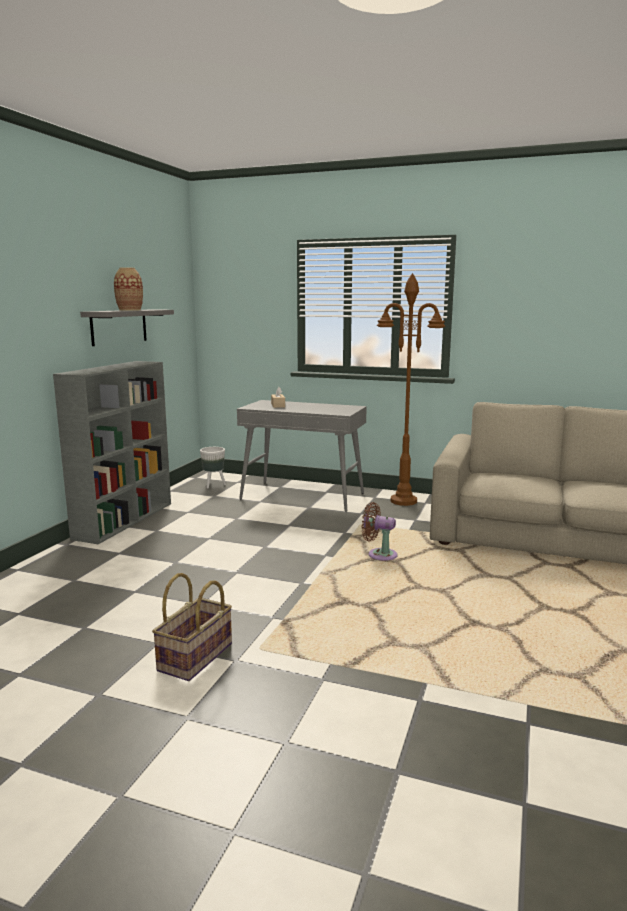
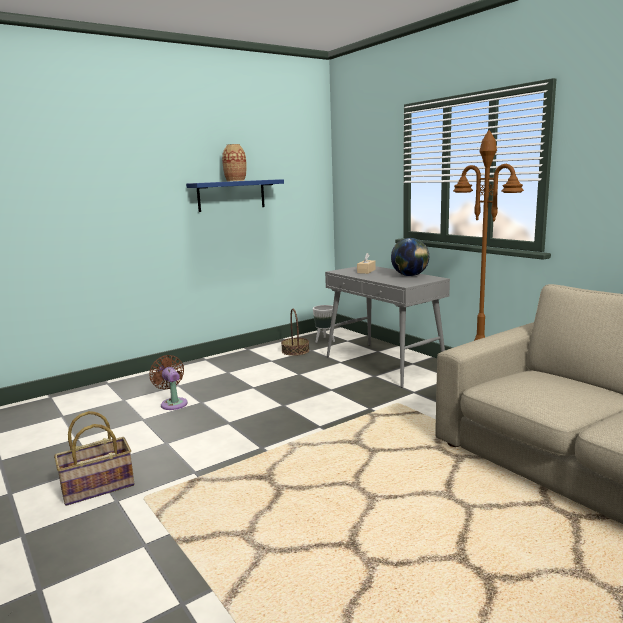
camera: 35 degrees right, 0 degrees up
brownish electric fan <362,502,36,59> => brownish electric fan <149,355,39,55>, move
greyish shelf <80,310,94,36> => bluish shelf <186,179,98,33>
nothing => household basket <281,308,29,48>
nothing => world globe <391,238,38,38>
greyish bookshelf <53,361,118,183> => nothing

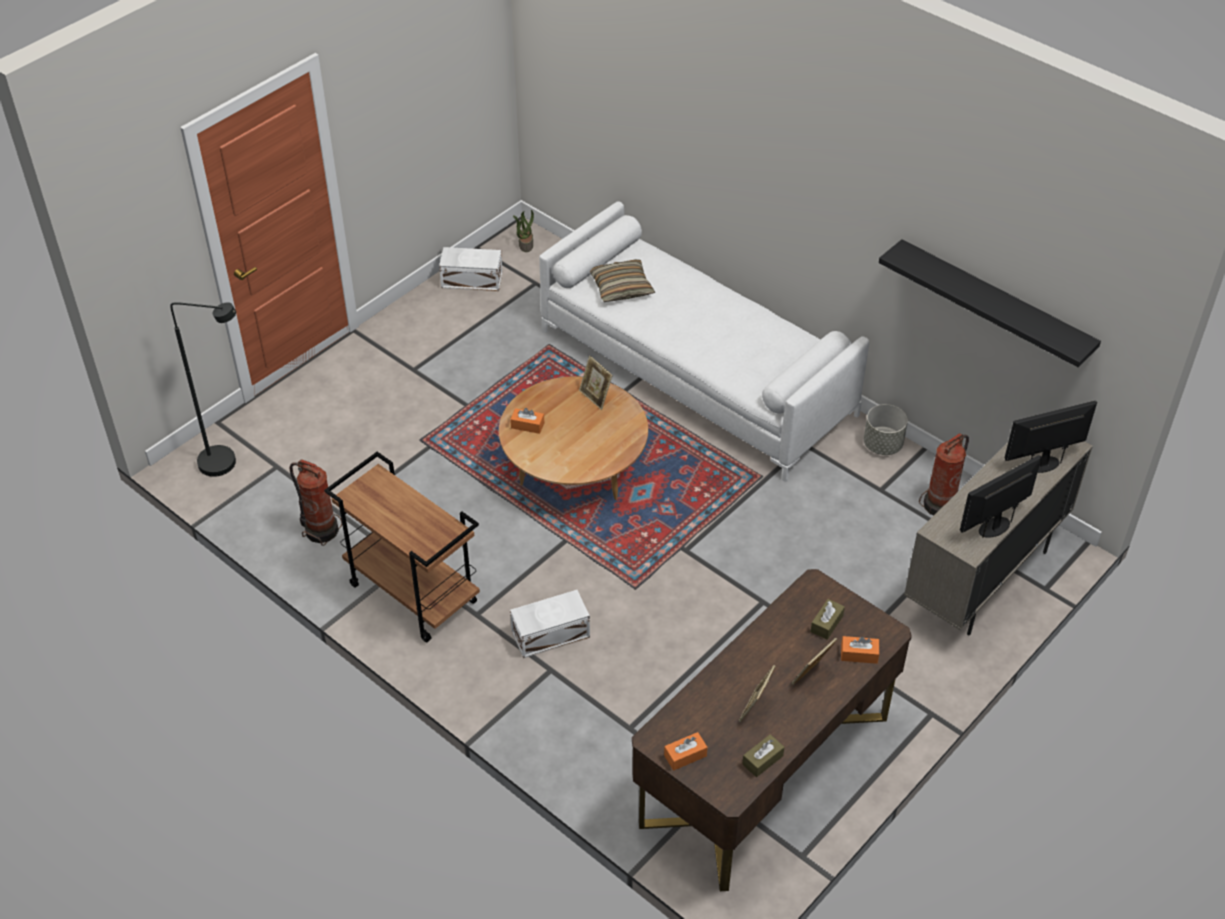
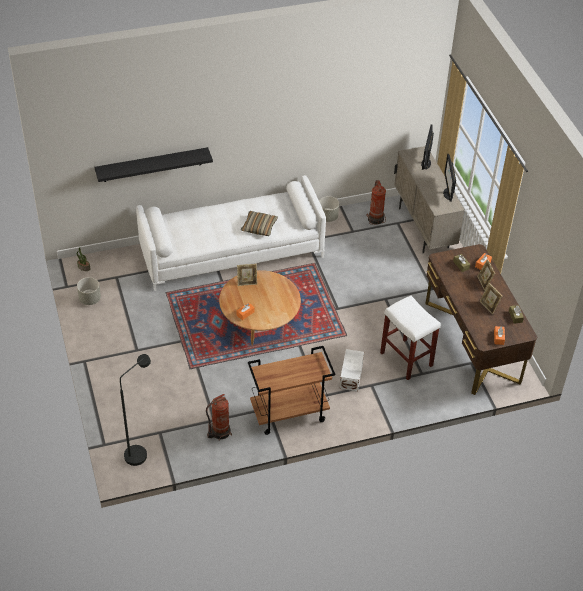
camera: 60 degrees left, 0 degrees up
whitish storage container <439,247,63,44> => greyish flower pot <77,277,24,28>
black-coloured shelf <879,239,222,128> => black-coloured shelf <95,147,118,35>, move
cushion <590,259,66,43> => cushion <241,211,37,25>, move
nothing => whitish stool seat <380,296,61,84>

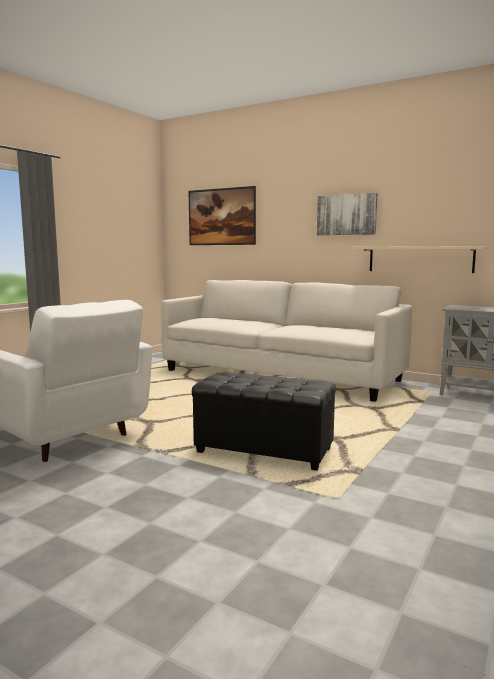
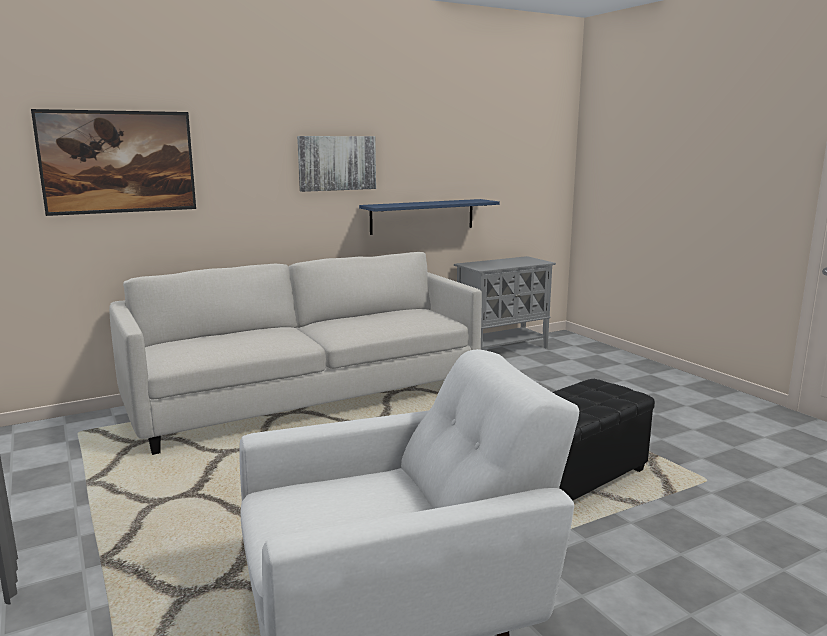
camera: 60 degrees left, 5 degrees up
beige shelf <353,246,134,27> => bluish shelf <359,199,141,36>

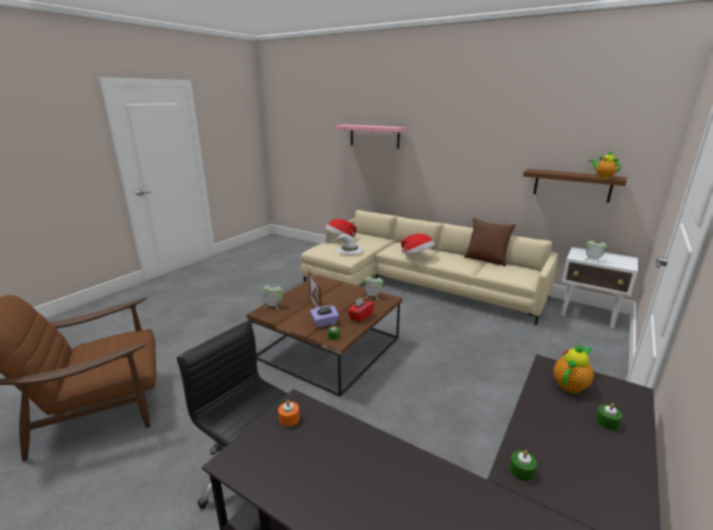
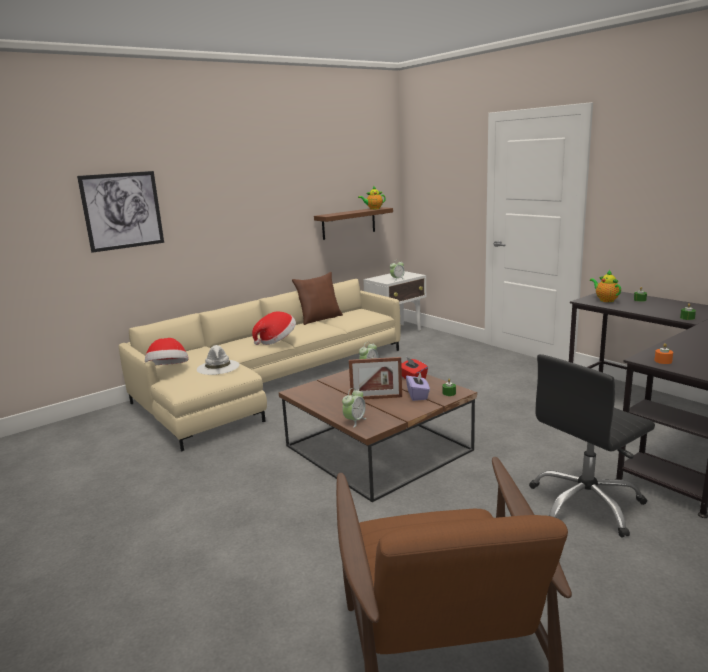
camera: 70 degrees left, 5 degrees down
pink-coloured shelf <336,125,71,24> => wall picture <77,171,87,82>

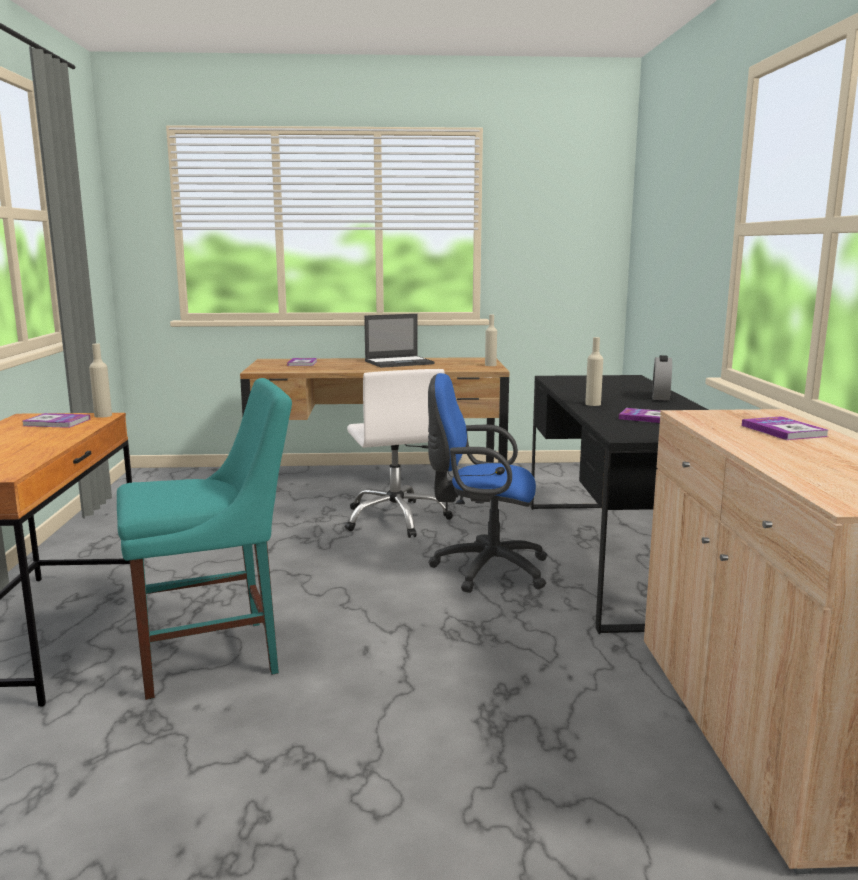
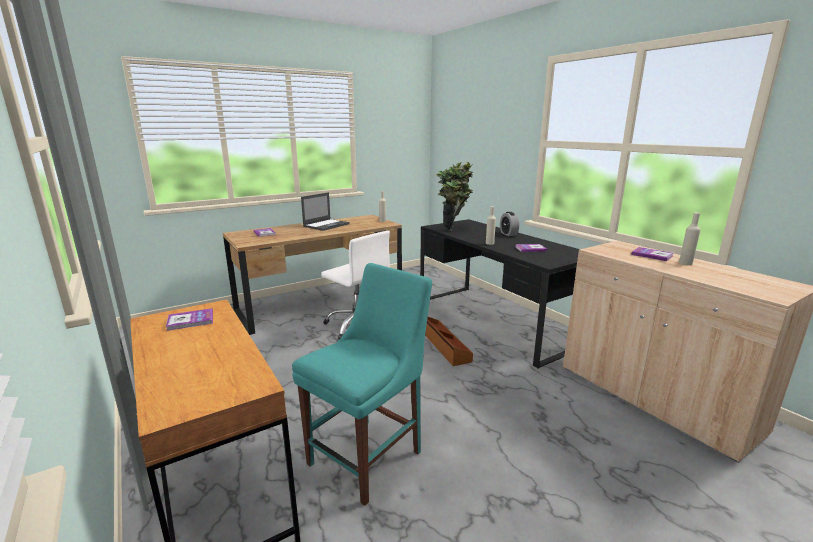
camera: 30 degrees left, 5 degrees up
bluish office chair <428,373,120,220> => brownish storage container <425,317,48,49>
nothing => plant in a pot <437,162,36,69>
beige drink bottle <89,344,23,74> => beige drink bottle <679,213,21,52>, move

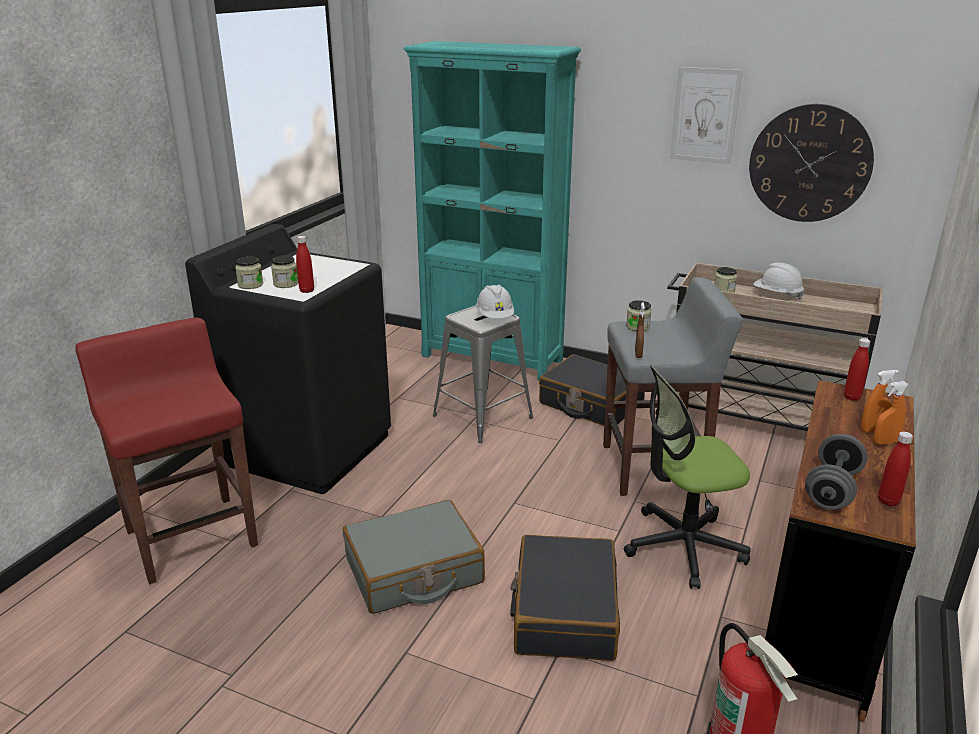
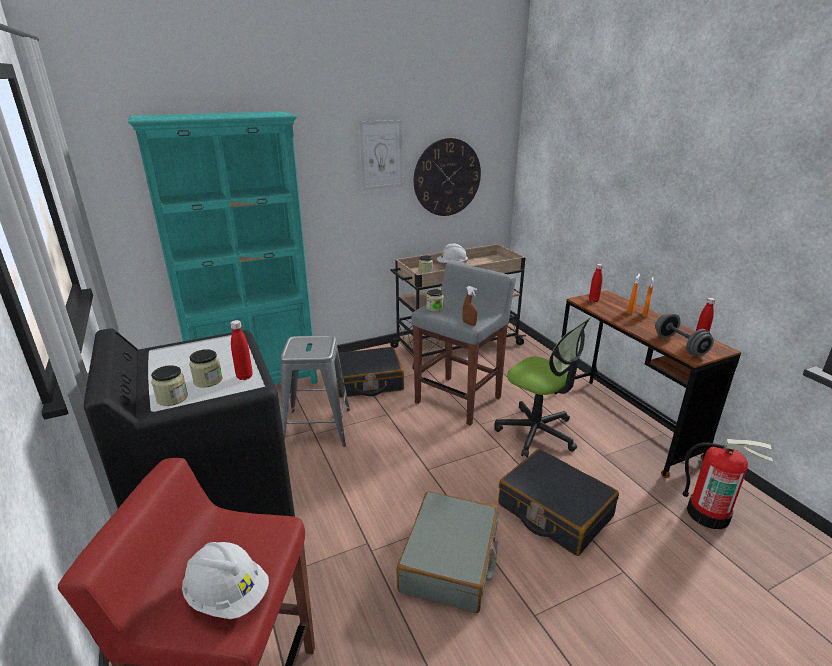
camera: 50 degrees left, 0 degrees up
whitish work helmet <476,285,38,34> => whitish work helmet <182,542,87,77>, move
office chair <624,365,126,224> => office chair <494,317,97,141>, 75 degrees counterclockwise

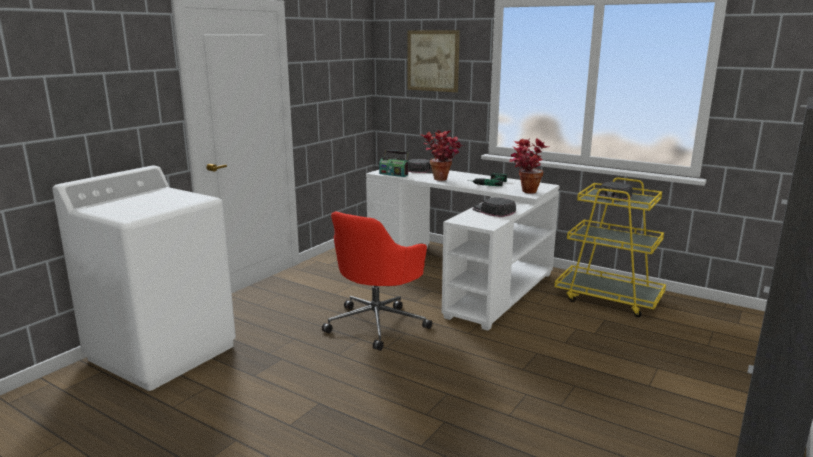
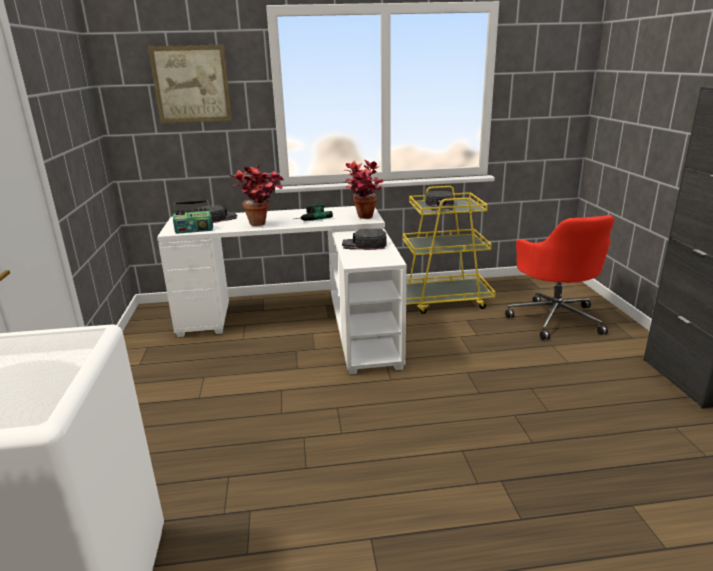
camera: 40 degrees left, 5 degrees up
reddish office chair <322,211,110,140> => reddish office chair <505,215,110,125>, move

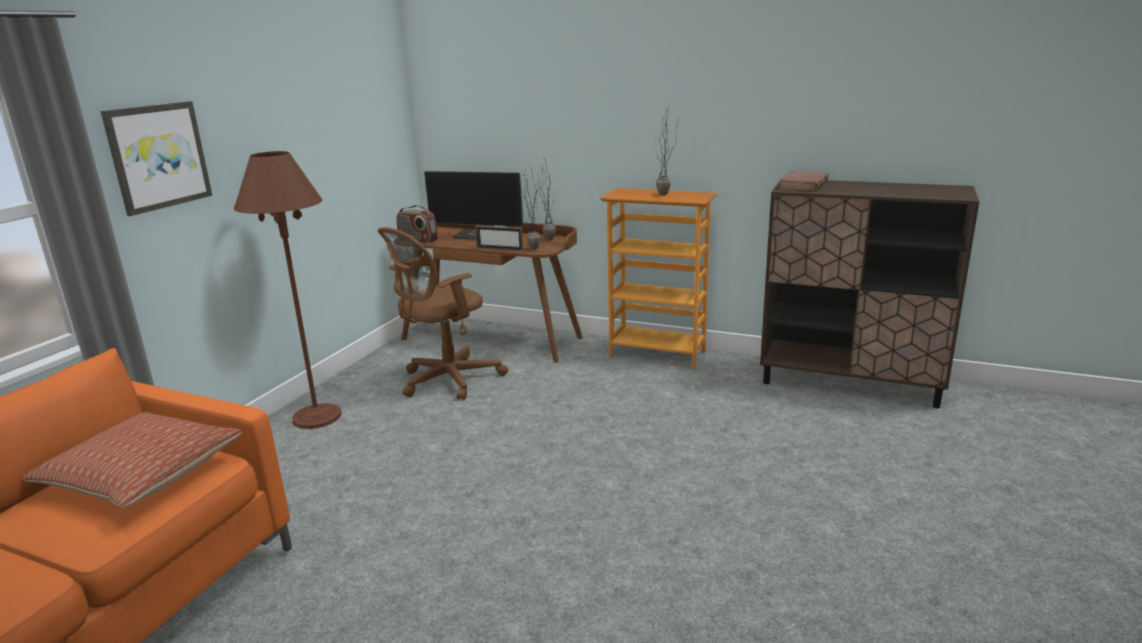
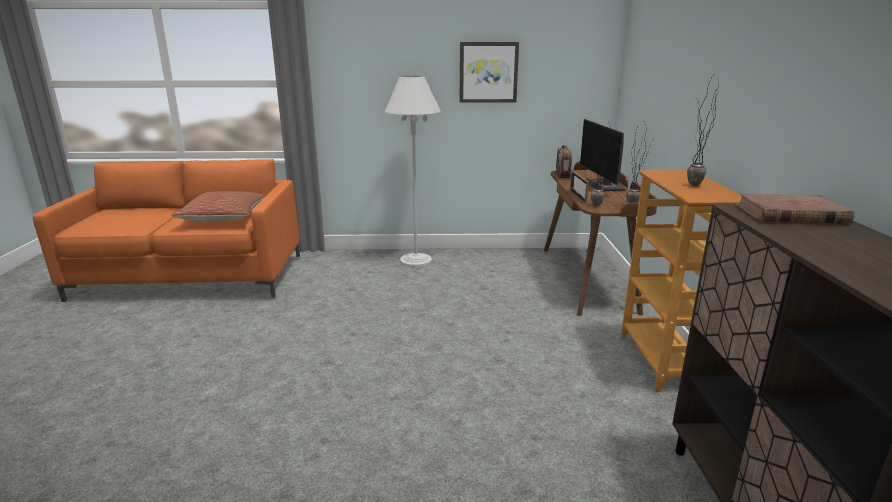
camera: 65 degrees right, 0 degrees up
brownish floor lamp <234,151,108,278> => whitish floor lamp <385,76,56,191>
wall picture <100,101,112,115> => wall picture <460,42,59,61>, move
brownish office chair <378,227,130,173> => nothing

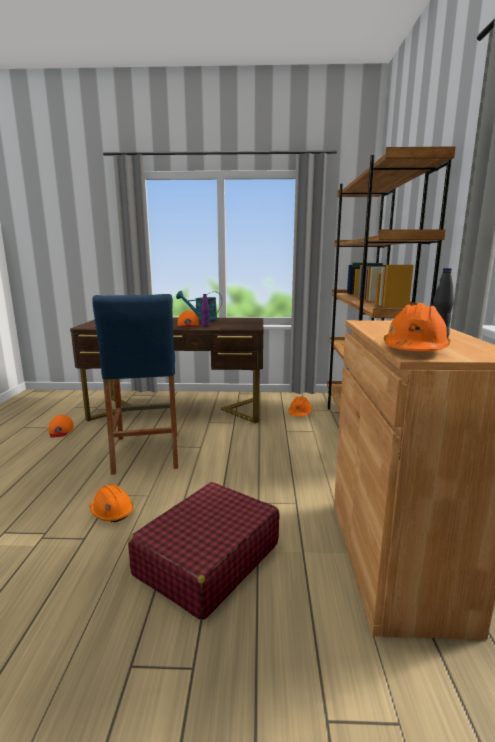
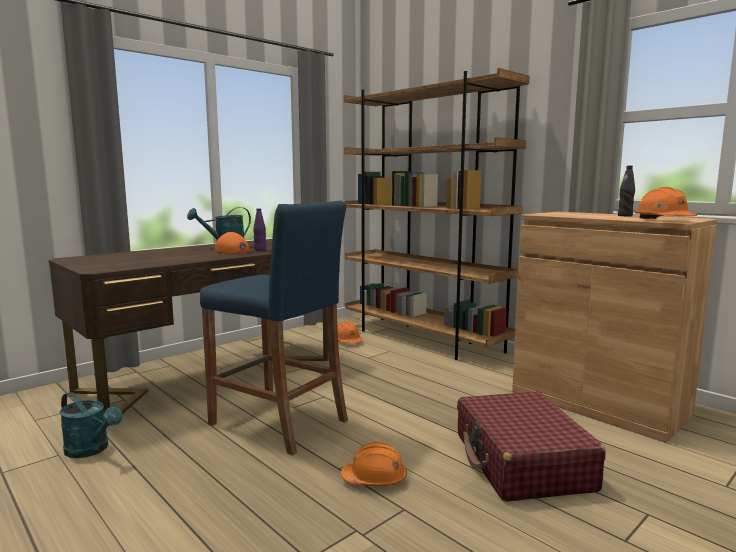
camera: 45 degrees left, 5 degrees down
orange peaked cap <48,415,26,23> => turquoise watering pot <60,392,63,66>

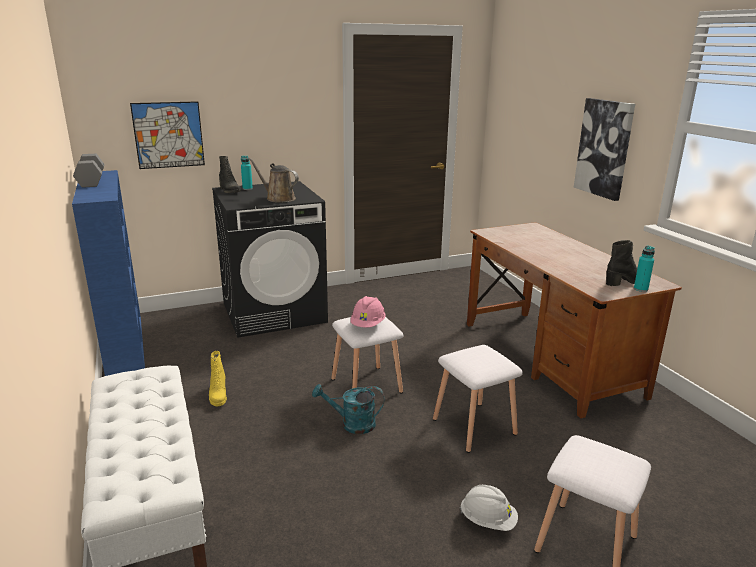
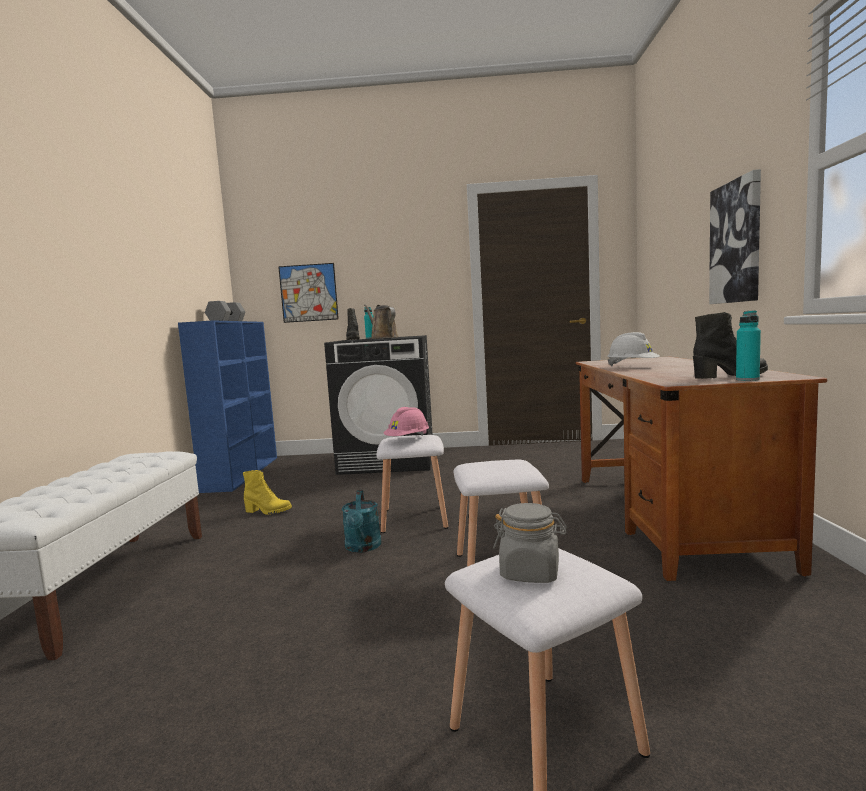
camera: 25 degrees right, 15 degrees down
yellow-coloured boot <209,351,18,55> => yellow-coloured boot <243,470,49,45>, 90 degrees counterclockwise
turquoise watering pot <312,384,72,50> => turquoise watering pot <342,490,39,63>, 120 degrees counterclockwise
nothing => greyish storage jar <493,503,74,80>
whitish work helmet <460,485,58,46> => whitish work helmet <607,332,53,34>, move

